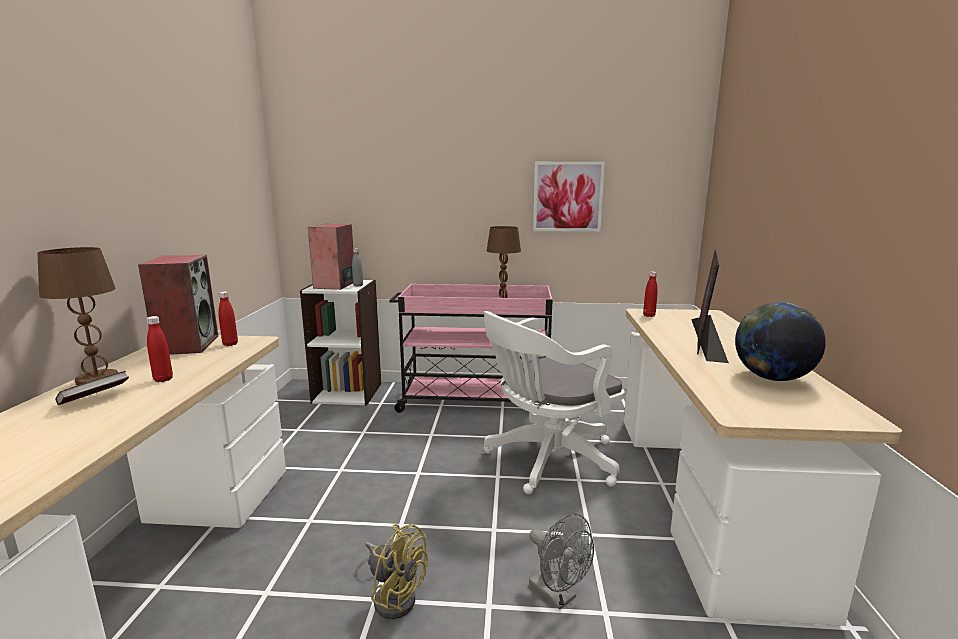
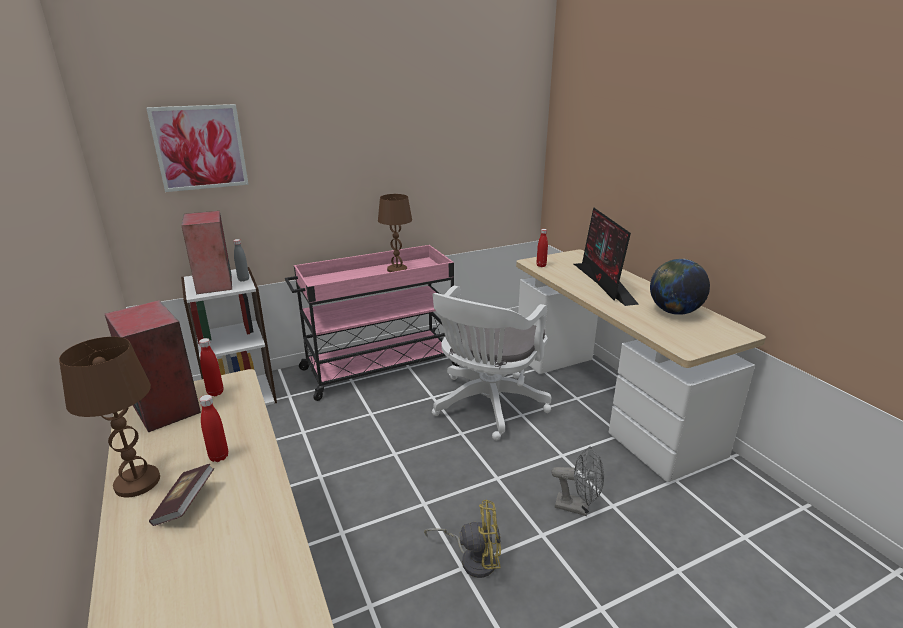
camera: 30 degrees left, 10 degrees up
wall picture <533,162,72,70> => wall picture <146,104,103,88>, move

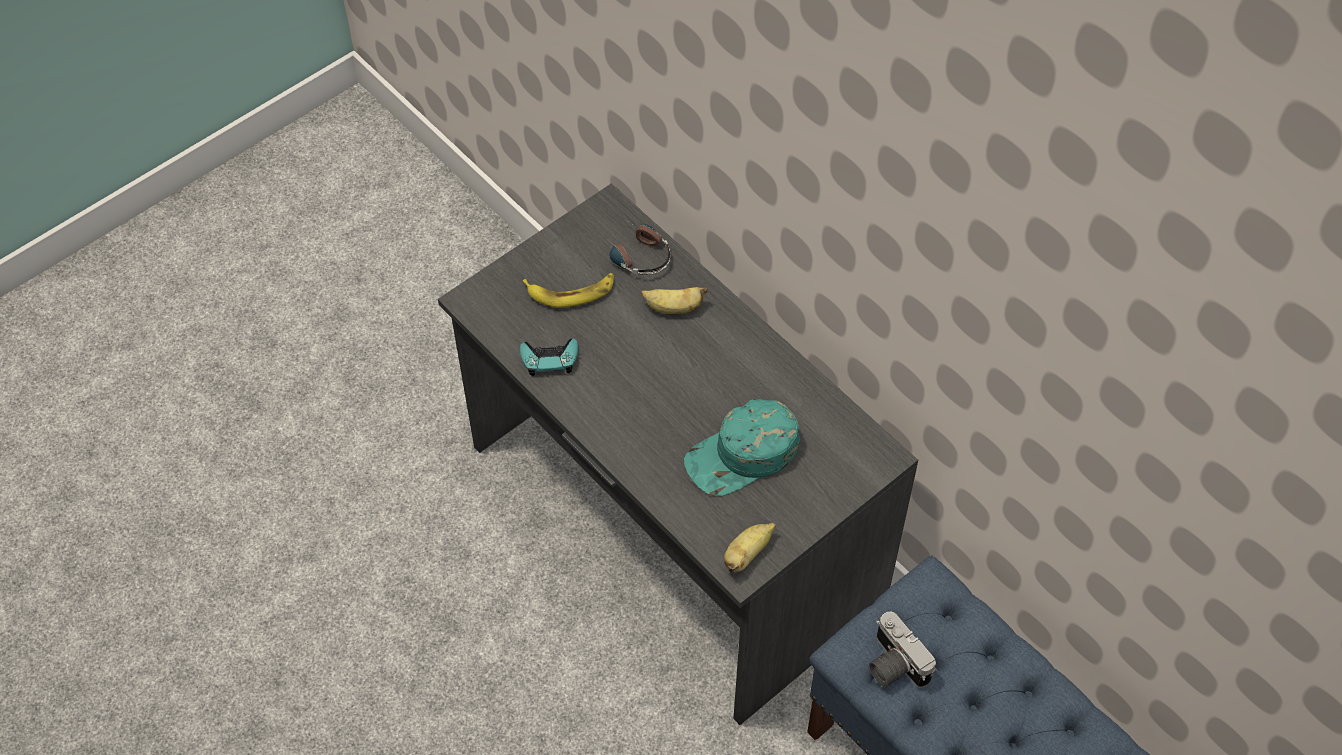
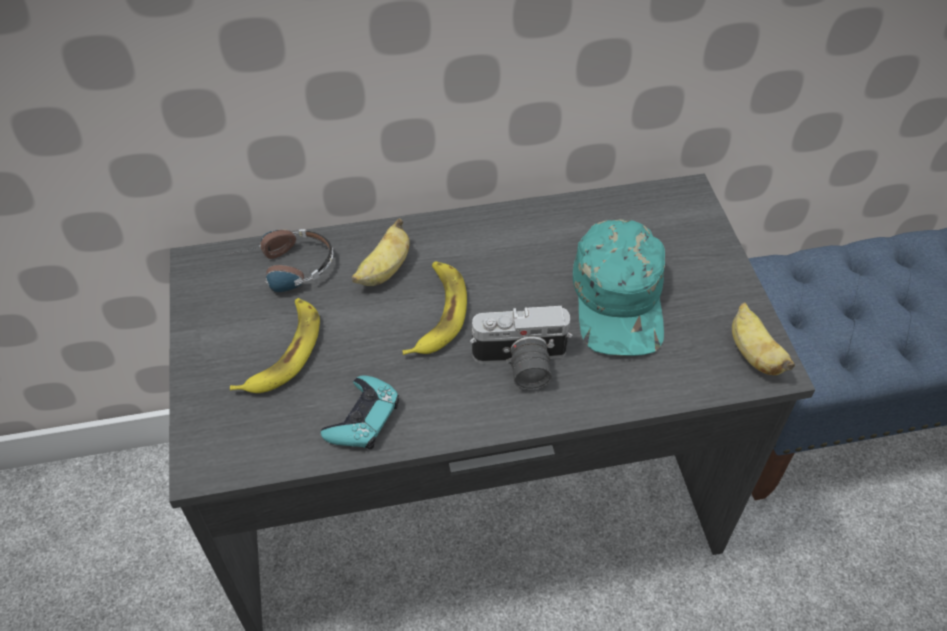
camera: 60 degrees left, 5 degrees down
nothing => whole banana <402,262,65,93>
photo camera <869,611,67,77> => photo camera <470,306,102,84>, move

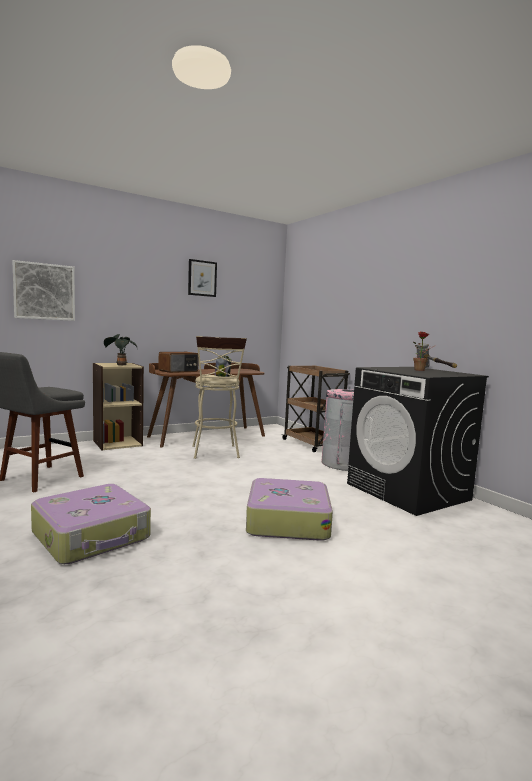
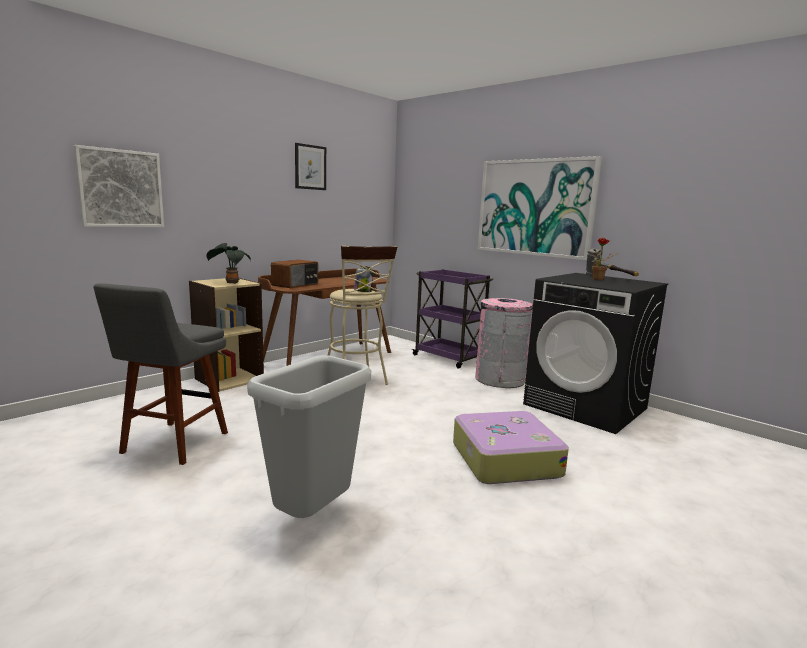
camera: 15 degrees left, 5 degrees up
piece of luggage <31,484,120,80> => greyish trash can <247,355,124,163>
brownish wheeled cart <282,365,68,87> => purple wheeled cart <412,269,81,99>
nothing => wall picture <478,156,124,104>

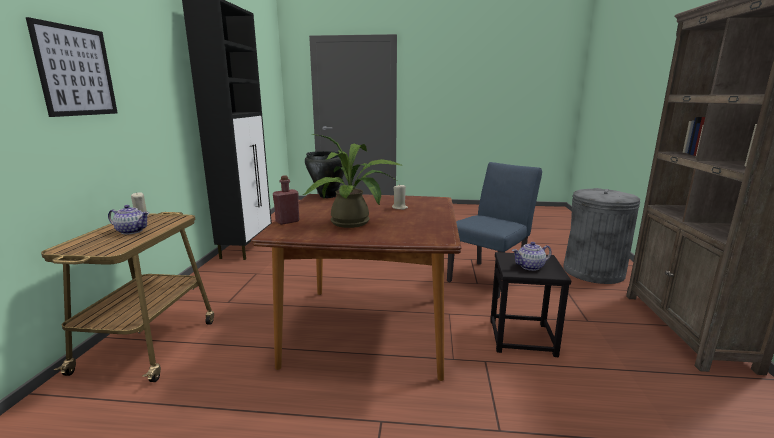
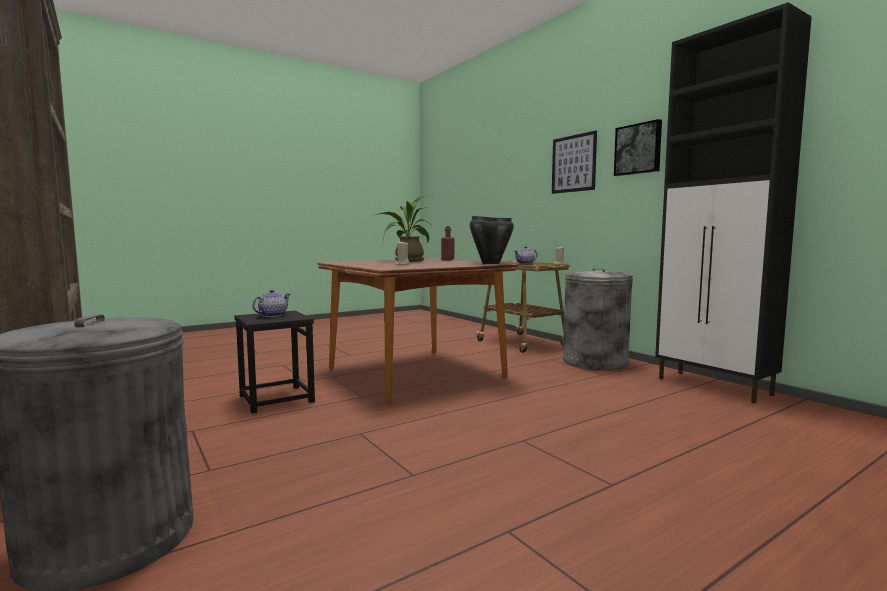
camera: 140 degrees right, 10 degrees down
nothing => greyish trash can <563,268,70,102>
nothing => wall picture <614,119,48,57>
bluish plain chair <447,162,95,136> => nothing

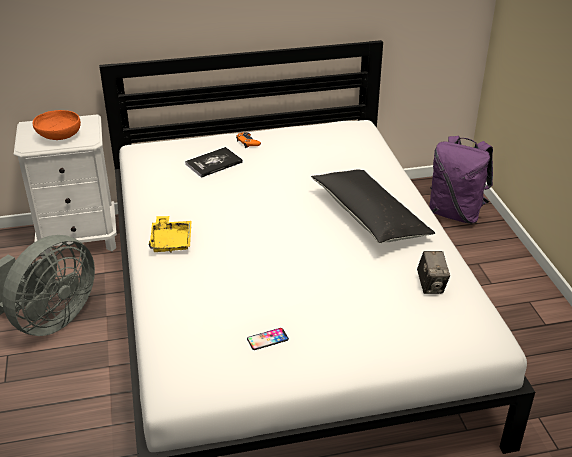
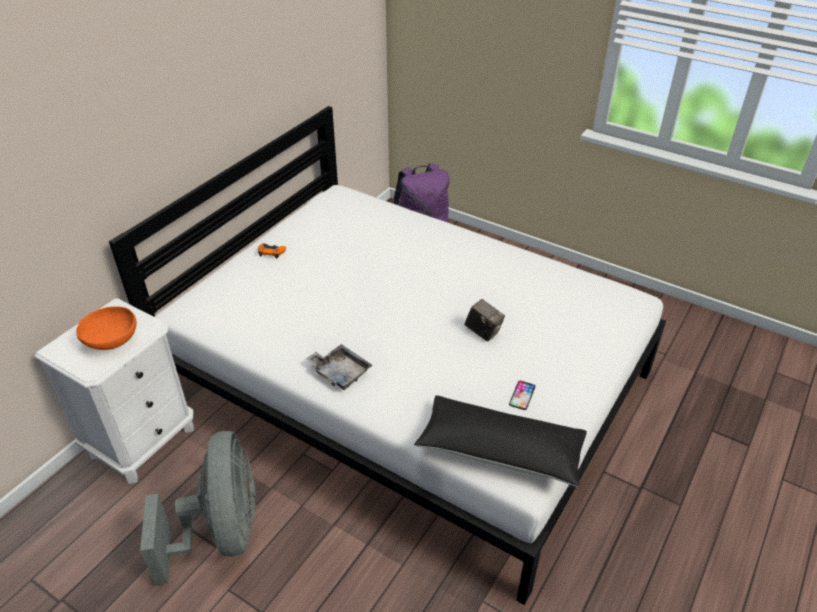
camera: 45 degrees left, 5 degrees up
yellow-coloured tray <149,216,42,37> => greyish tray <306,344,67,46>
black-coloured cushion <311,170,124,73> => black-coloured cushion <414,395,173,92>, move
photo camera <417,251,33,43> => photo camera <464,299,41,43>, move
volume <185,147,58,31> => nothing

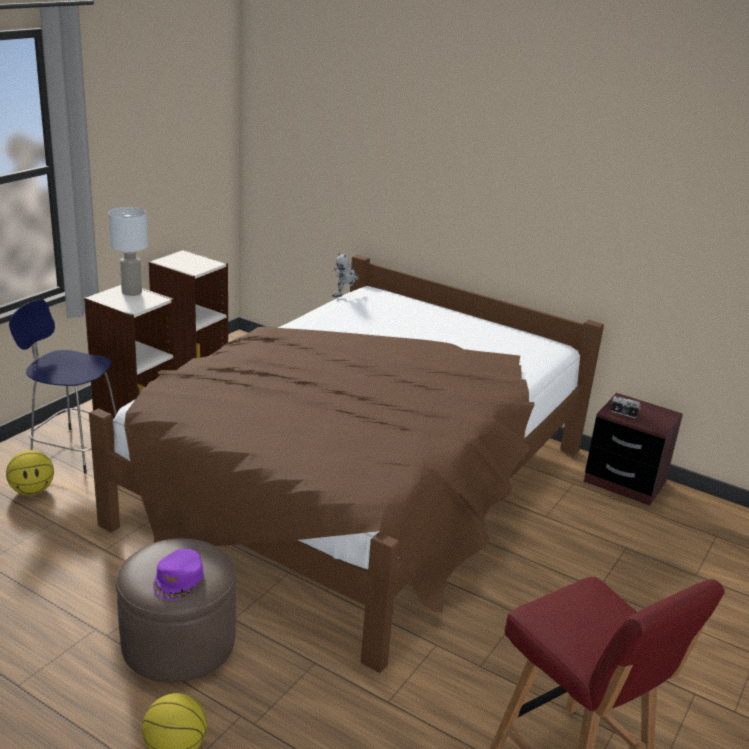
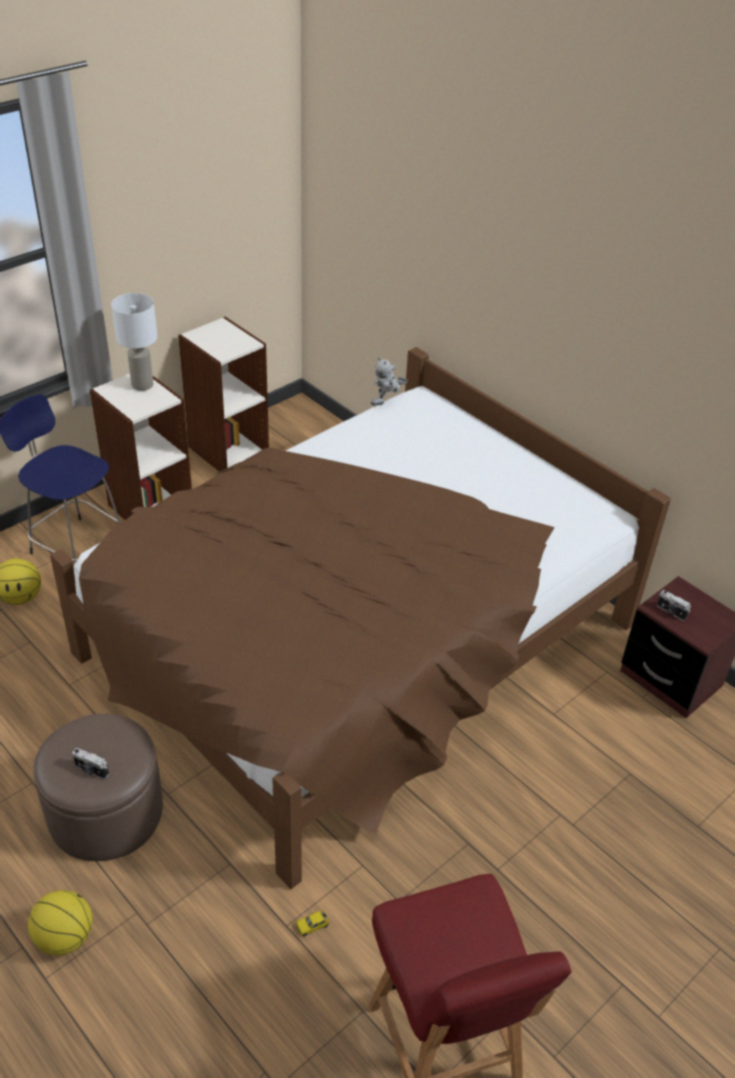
camera: 15 degrees right, 15 degrees up
purple peaked cap <153,549,51,51> => photo camera <72,748,37,31>
nothing => toy car <295,910,34,27>

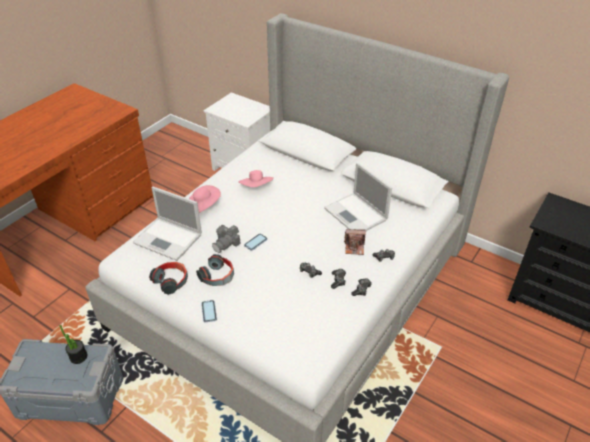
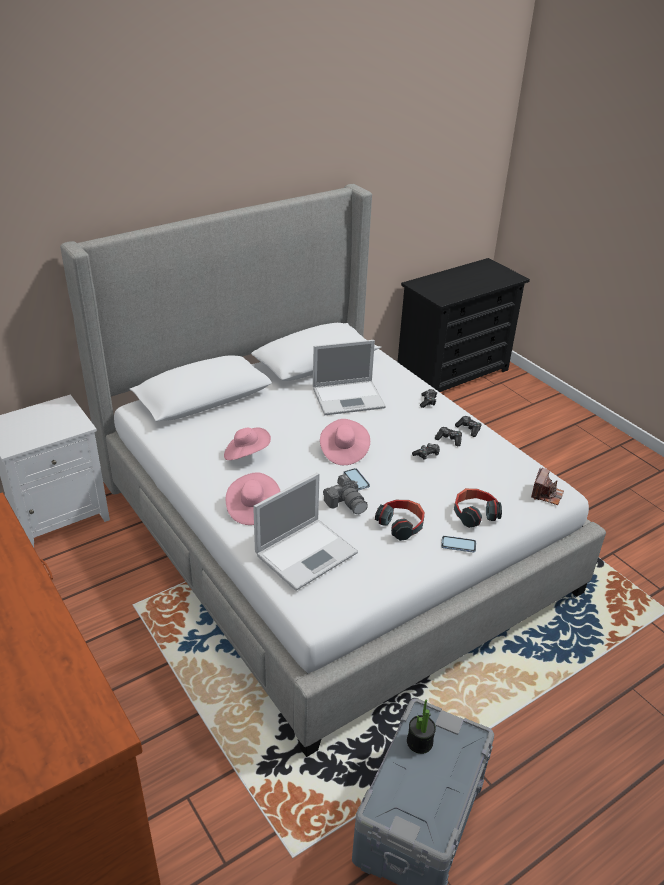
camera: 70 degrees left, 5 degrees down
nothing => pink-coloured wearable hat <320,419,50,46>
headset <149,262,39,33> => headset <454,488,48,40>, move
photo camera <344,229,21,26> => photo camera <531,468,33,37>, move

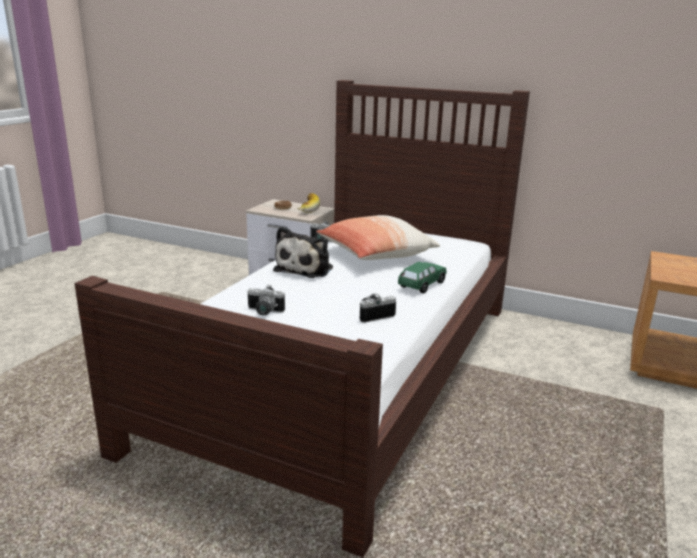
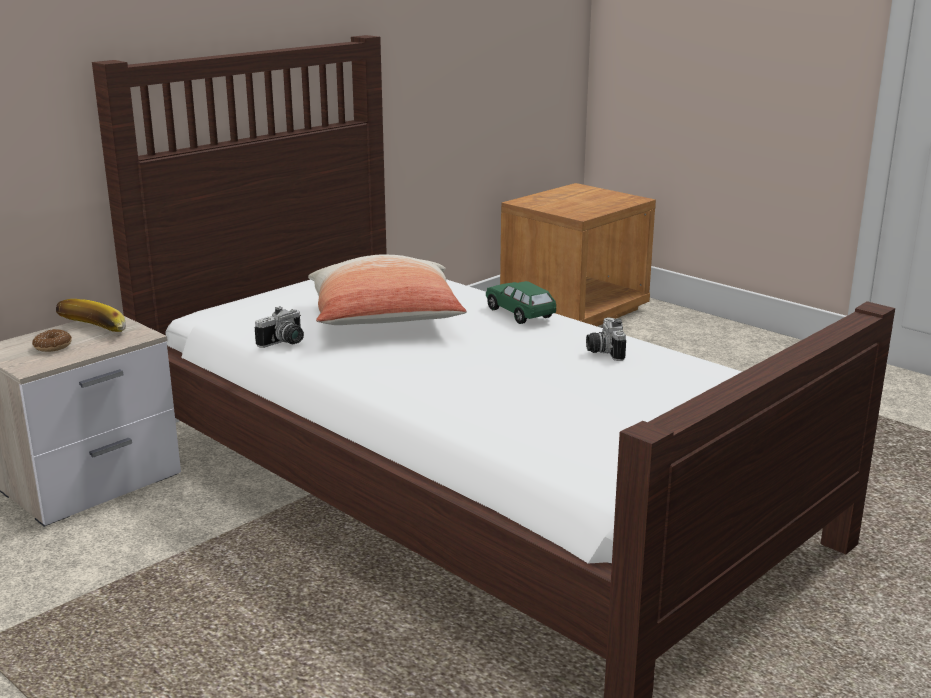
camera: 70 degrees left, 0 degrees up
photo camera <247,285,38,30> => nothing
soft toy <273,226,60,52> => nothing

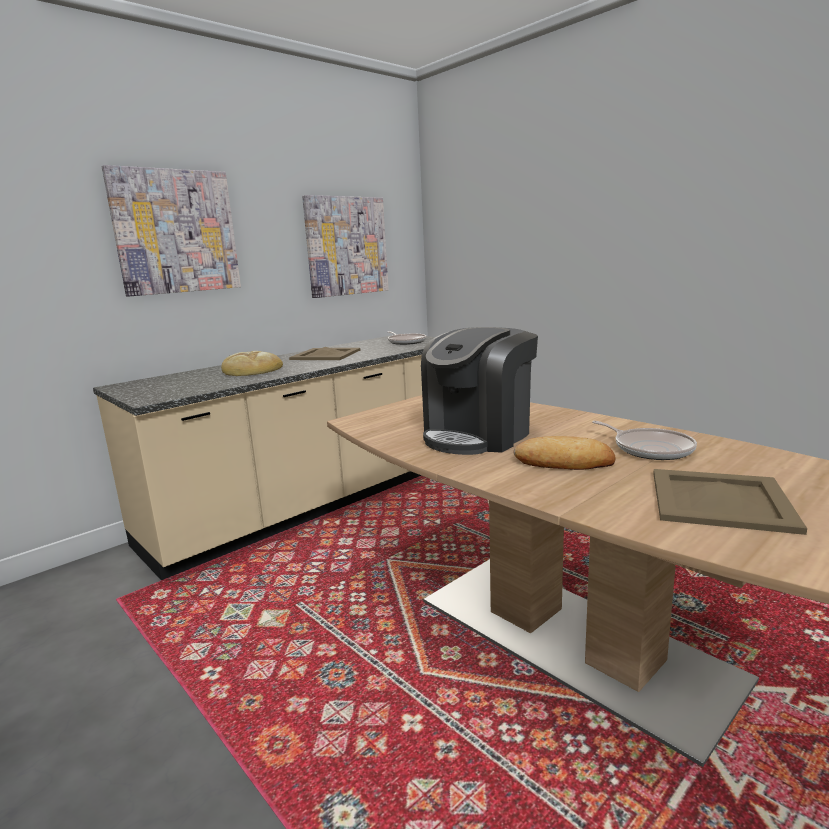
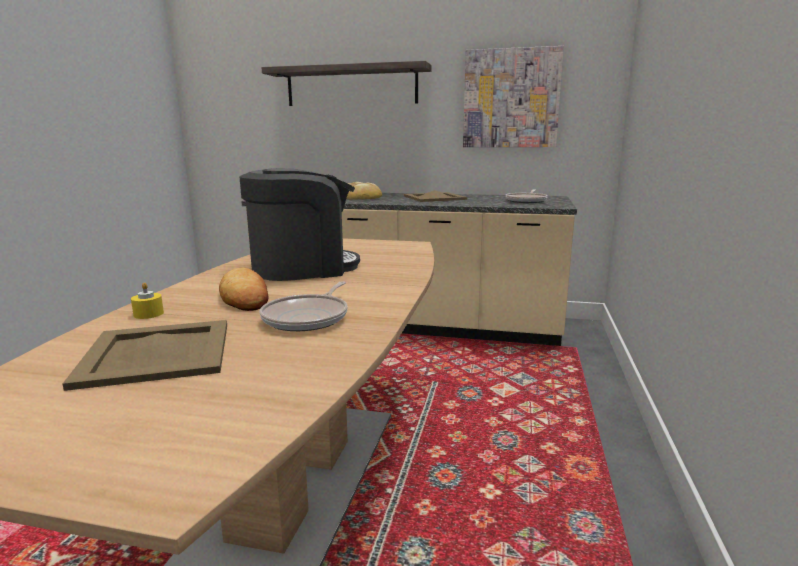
camera: 55 degrees right, 0 degrees up
nothing => yellow-coloured wax candle <131,282,33,37>
coffee machine <421,327,117,128> => coffee machine <240,168,120,113>, 150 degrees clockwise
wall picture <102,165,139,132> => shelf <261,61,171,45>

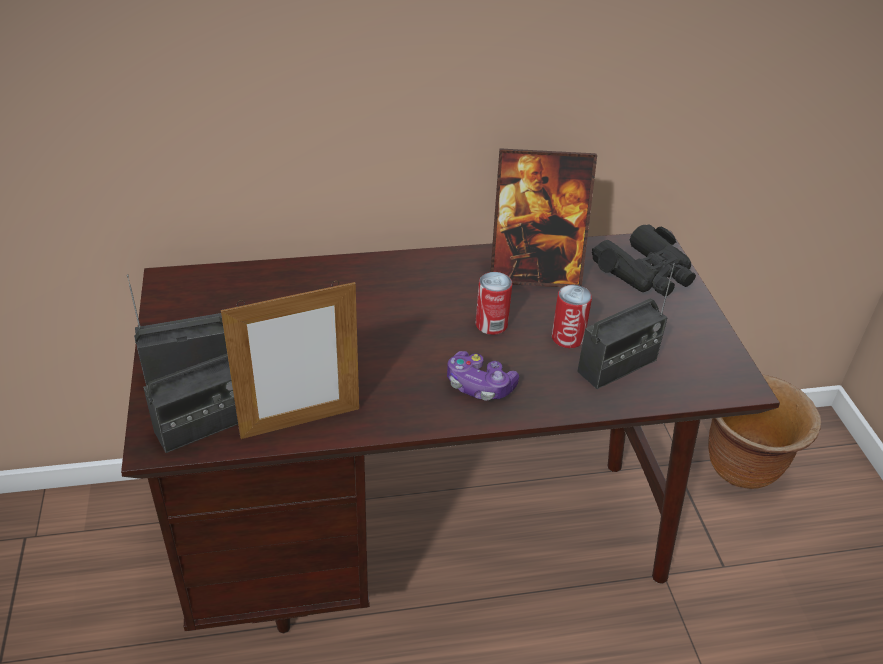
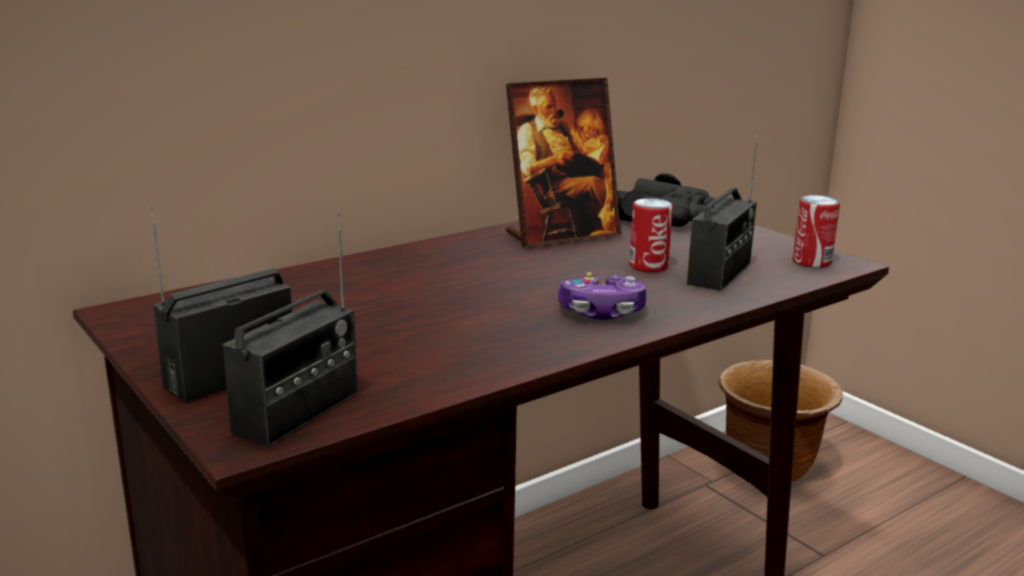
camera: 25 degrees left, 20 degrees down
can <475,272,37,63> => can <793,195,47,73>, move
standing frame <221,281,138,158> => nothing

